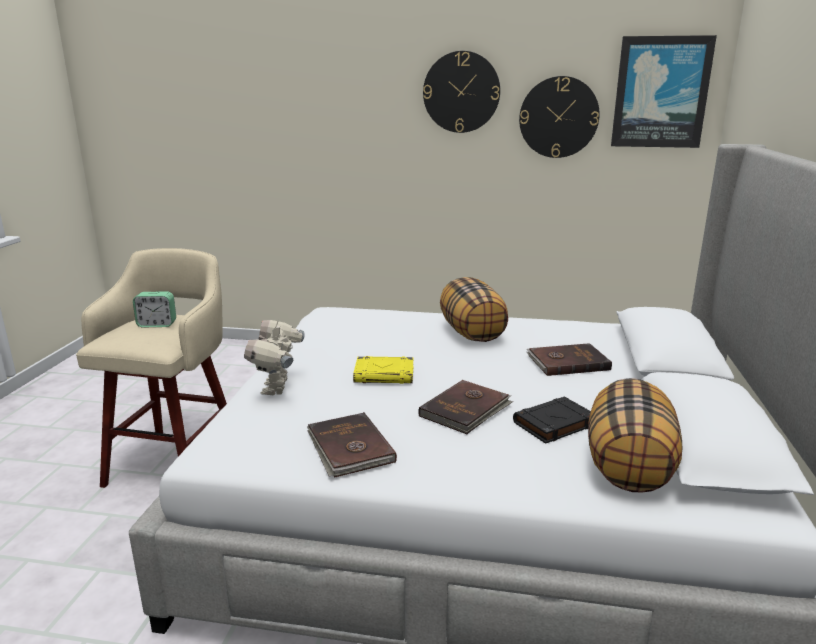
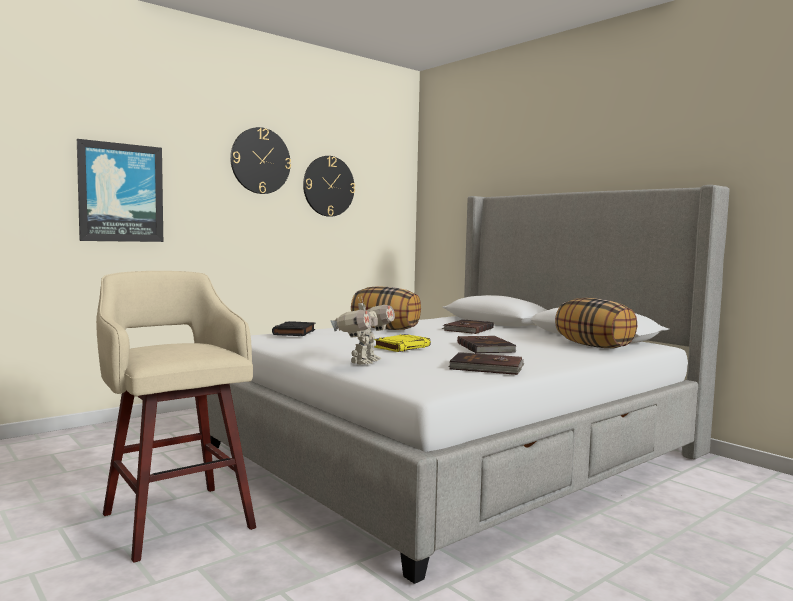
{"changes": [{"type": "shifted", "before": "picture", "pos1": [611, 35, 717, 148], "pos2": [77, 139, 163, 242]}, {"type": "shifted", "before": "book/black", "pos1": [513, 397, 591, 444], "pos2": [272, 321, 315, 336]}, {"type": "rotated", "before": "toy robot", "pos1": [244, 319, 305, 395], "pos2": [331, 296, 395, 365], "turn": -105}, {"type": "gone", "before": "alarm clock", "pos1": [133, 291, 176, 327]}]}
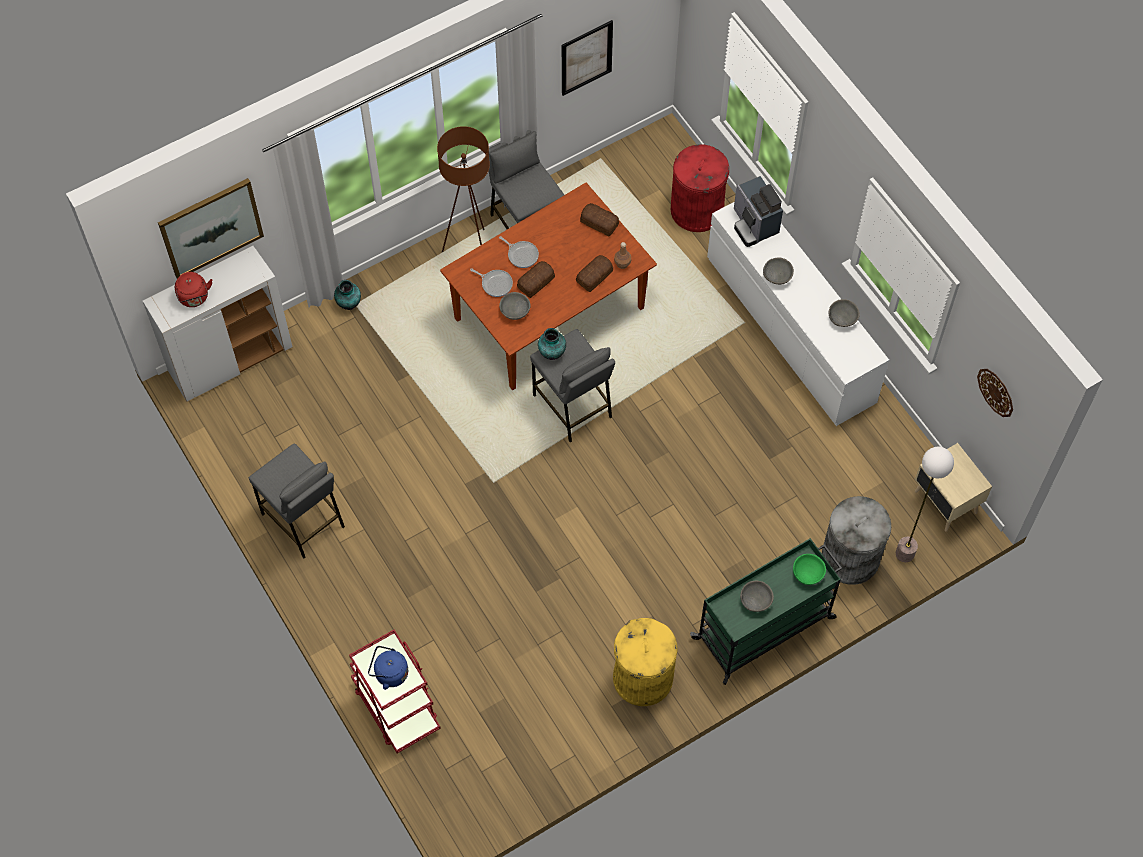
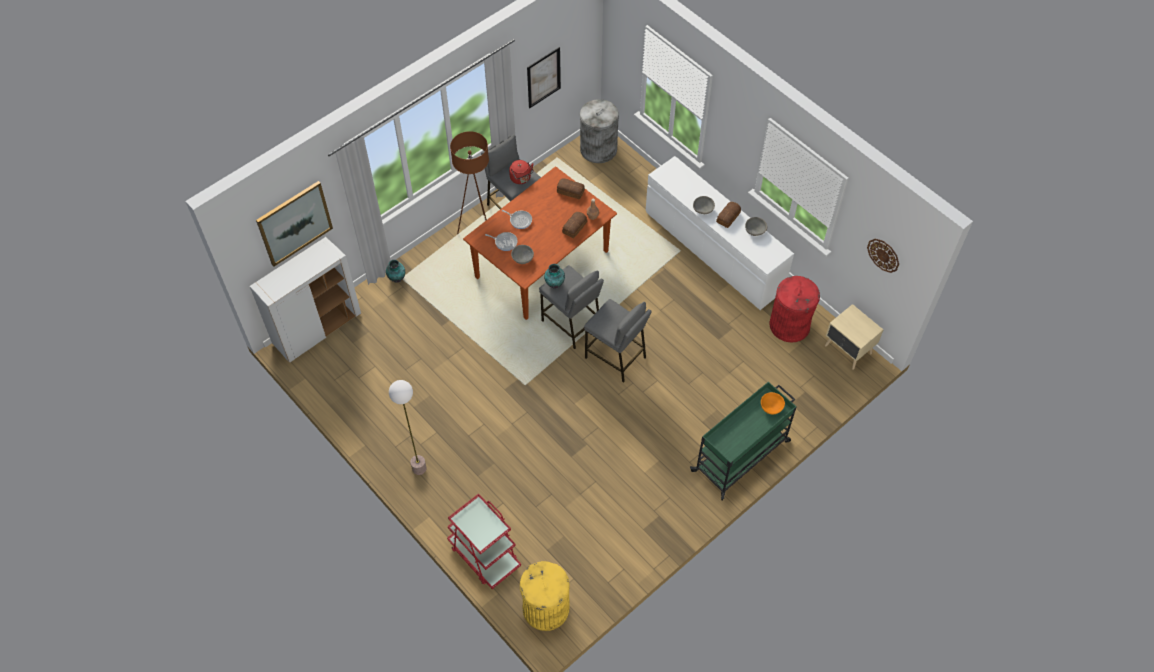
{"changes": [{"type": "shifted", "before": "floor lamp", "pos1": [896, 447, 954, 562], "pos2": [389, 380, 427, 475]}, {"type": "shifted", "before": "kettle/red", "pos1": [175, 272, 212, 307], "pos2": [509, 160, 534, 184]}, {"type": "shifted", "before": "trash can/yellow", "pos1": [613, 618, 678, 706], "pos2": [520, 561, 570, 631]}, {"type": "shifted", "before": "trash can/grey", "pos1": [822, 496, 891, 585], "pos2": [580, 99, 619, 163]}, {"type": "shifted", "before": "stool/grey", "pos1": [249, 444, 345, 558], "pos2": [584, 299, 651, 383]}, {"type": "shifted", "before": "bread", "pos1": [517, 261, 555, 298], "pos2": [716, 202, 741, 228]}, {"type": "repainted", "before": "bowl/green", "after": "bowl/orange", "pos1": [793, 554, 826, 585], "pos2": [761, 392, 785, 415]}, {"type": "shifted", "before": "trash can/red", "pos1": [671, 144, 729, 232], "pos2": [770, 276, 820, 342]}, {"type": "gone", "before": "kettle/blue", "pos1": [368, 646, 408, 690]}, {"type": "gone", "before": "coffee machine", "pos1": [734, 176, 783, 247]}, {"type": "gone", "before": "bowl/grey", "pos1": [740, 581, 774, 612]}]}
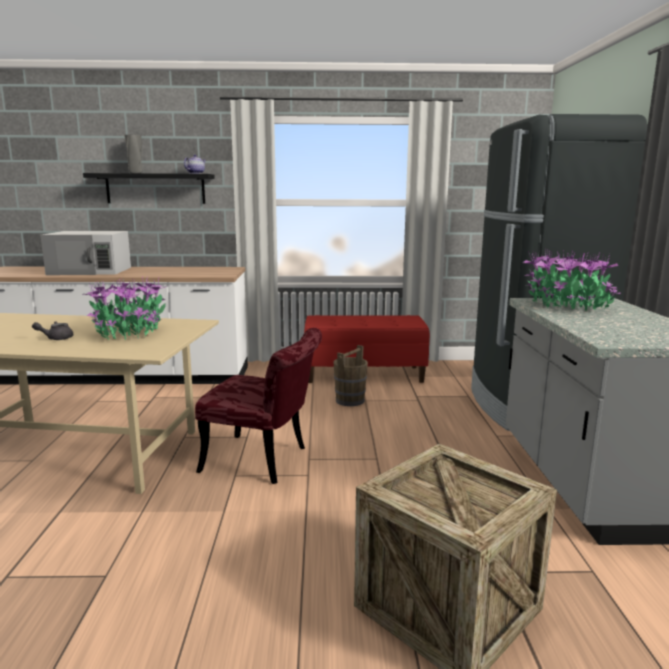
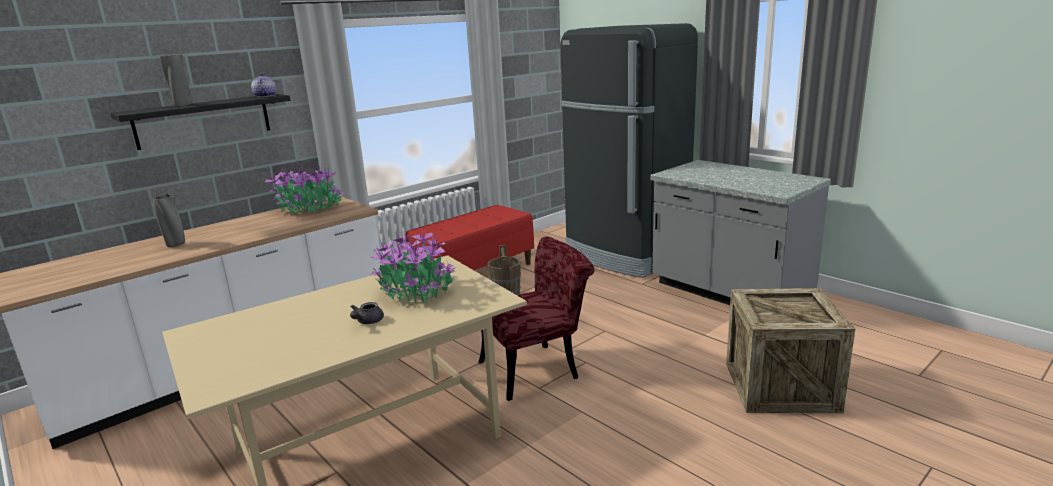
{"changes": [{"type": "swapped", "before": "microwave/white", "after": "vase/grey", "pos1": [40, 231, 131, 275], "pos2": [153, 194, 185, 247]}, {"type": "shifted", "before": "potted plant", "pos1": [522, 249, 620, 310], "pos2": [265, 165, 344, 215]}]}
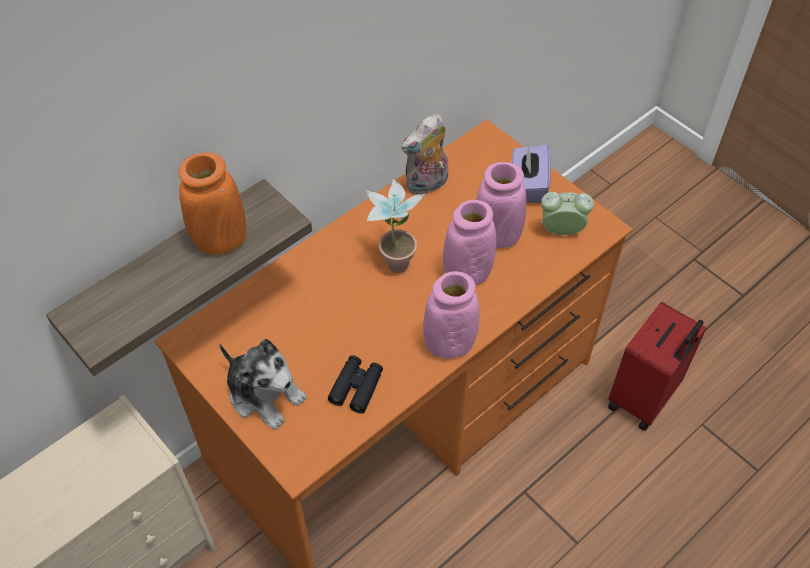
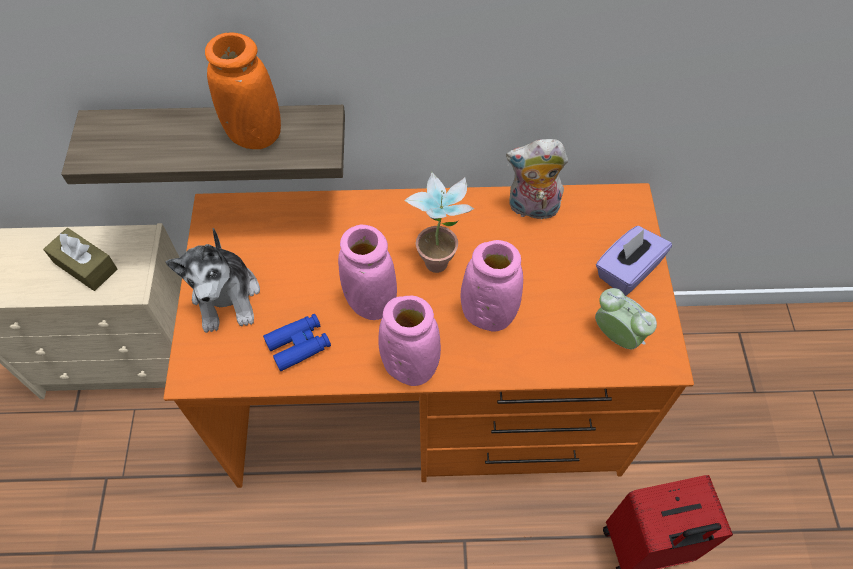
{"changes": [{"type": "new", "after": "tissue box/brown", "pos2": [43, 228, 118, 291]}, {"type": "repainted", "before": "binoculars/black", "after": "binoculars/blue", "pos1": [328, 355, 383, 414], "pos2": [263, 314, 331, 371]}, {"type": "shifted", "before": "vase/pink", "pos1": [476, 162, 526, 248], "pos2": [338, 225, 397, 320]}]}
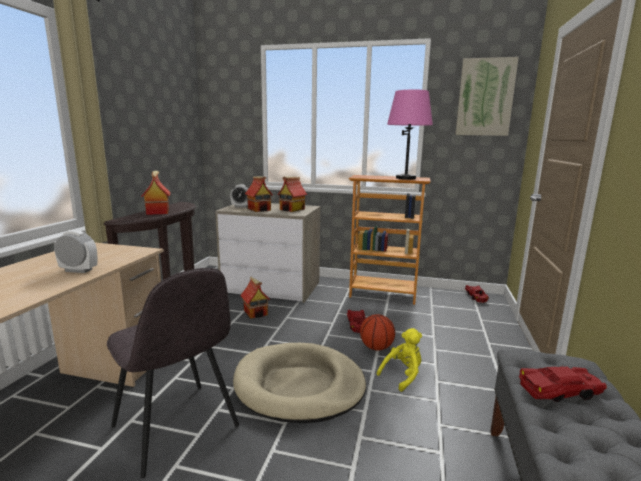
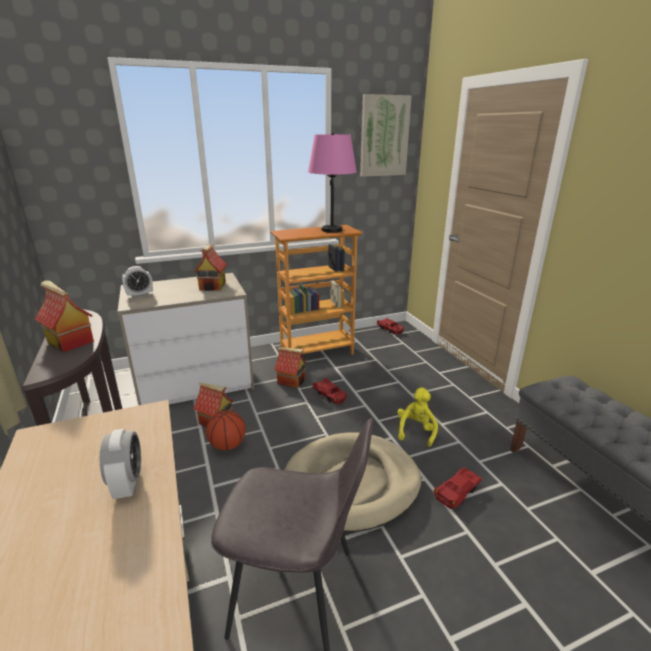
{"changes": [{"type": "rotated", "before": "alarm clock", "pos1": [54, 230, 98, 273], "pos2": [100, 429, 141, 499], "turn": 105}, {"type": "shifted", "before": "basketball", "pos1": [360, 314, 395, 351], "pos2": [206, 410, 246, 451]}, {"type": "shifted", "before": "toy house", "pos1": [245, 176, 273, 212], "pos2": [274, 347, 306, 388]}, {"type": "shifted", "before": "toy car/red", "pos1": [519, 365, 607, 402], "pos2": [433, 467, 482, 509]}]}
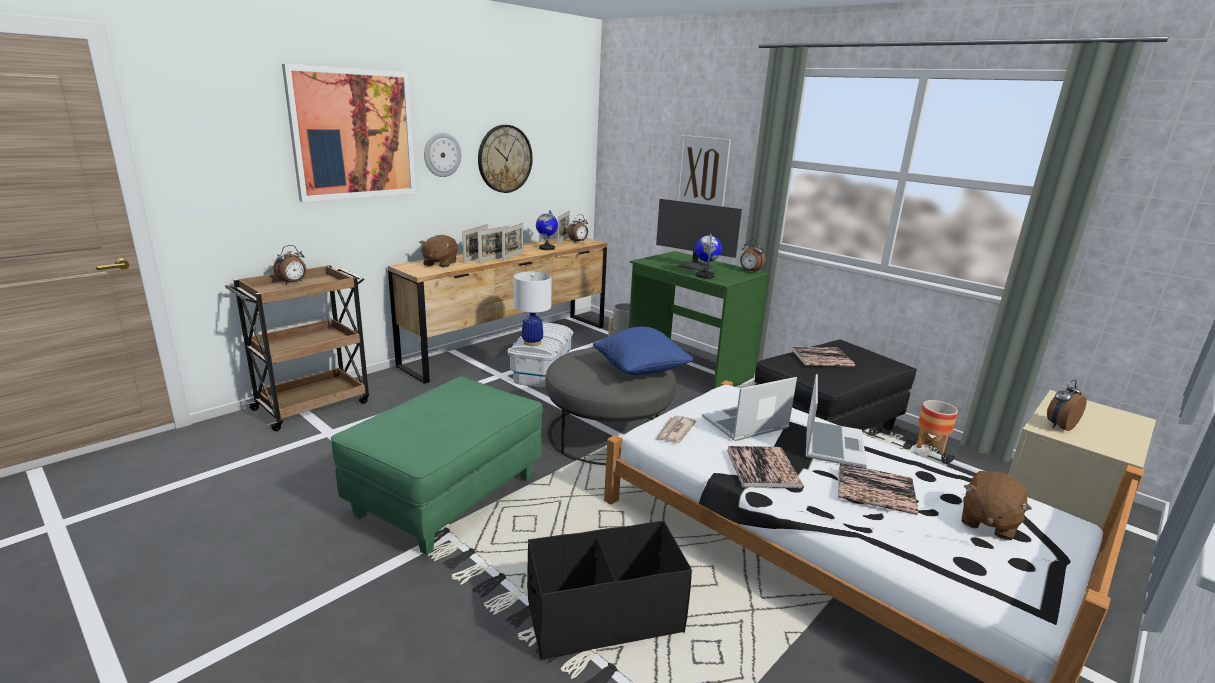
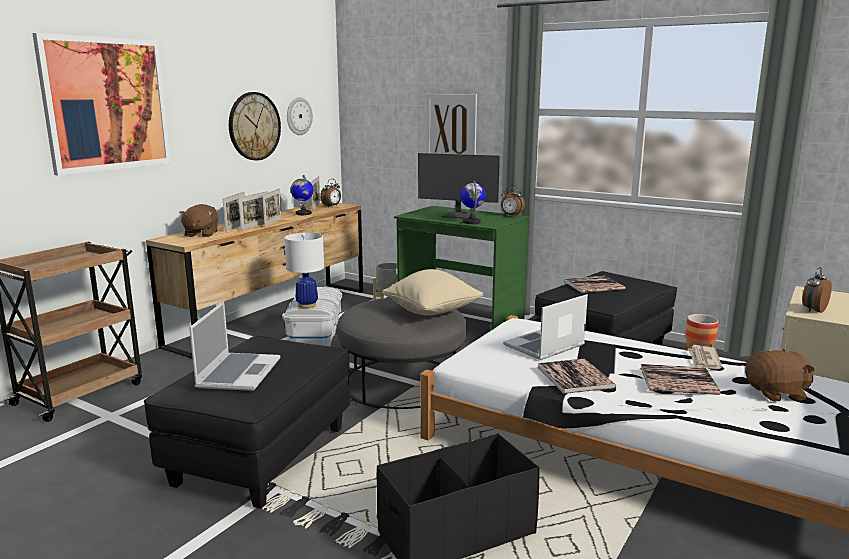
{"changes": [{"type": "repainted", "before": "ottoman/green", "after": "ottoman/black", "pos1": [331, 376, 543, 555], "pos2": [144, 336, 350, 509]}, {"type": "shifted", "before": "laptop", "pos1": [806, 374, 867, 468], "pos2": [189, 301, 280, 391]}, {"type": "shifted", "before": "wall clock", "pos1": [424, 133, 461, 177], "pos2": [287, 97, 313, 135]}, {"type": "repainted", "before": "pillow/blue", "after": "pillow/beige", "pos1": [593, 327, 693, 375], "pos2": [382, 269, 483, 316]}, {"type": "shifted", "before": "newspaper", "pos1": [656, 416, 696, 443], "pos2": [688, 346, 722, 369]}, {"type": "rotated", "before": "plush toy/brown", "pos1": [962, 471, 1032, 540], "pos2": [745, 349, 815, 402], "turn": -120}, {"type": "gone", "before": "alarm clock", "pos1": [273, 245, 306, 284]}]}
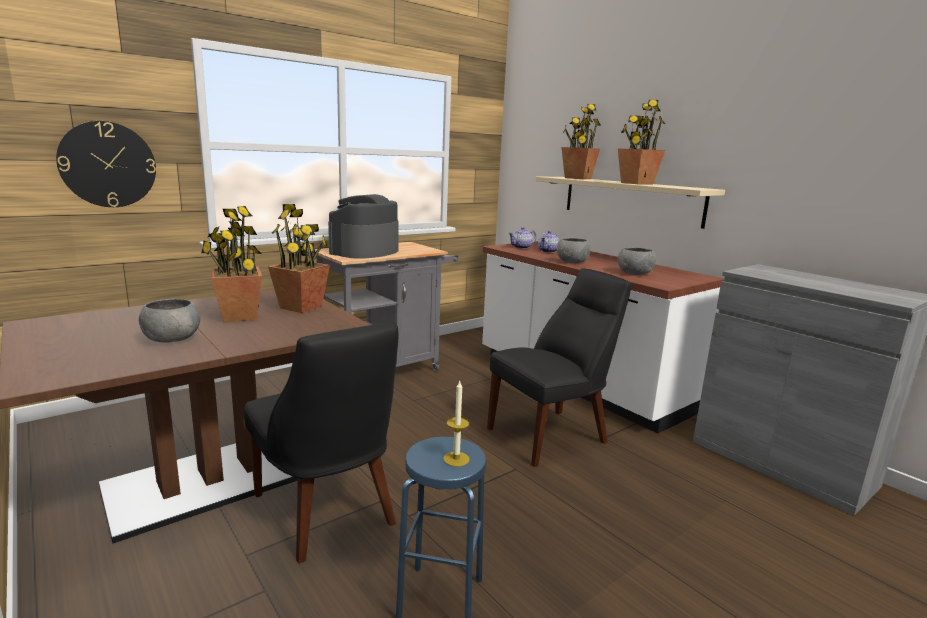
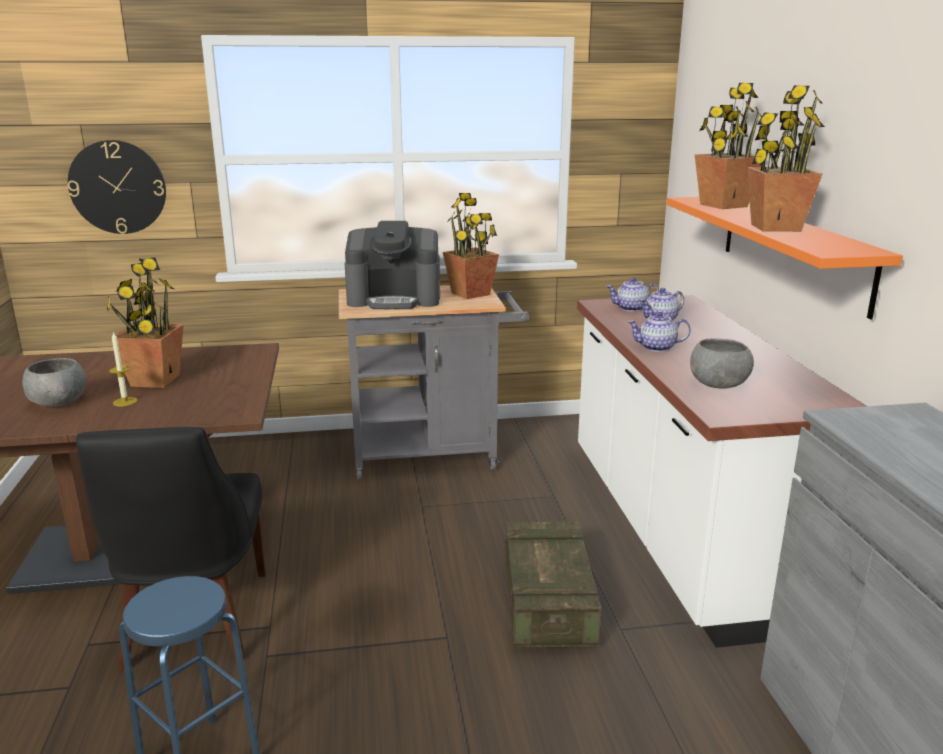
{"changes": [{"type": "shifted", "before": "candle", "pos1": [443, 381, 470, 467], "pos2": [109, 332, 137, 406]}, {"type": "rotated", "before": "coffee machine", "pos1": [328, 194, 399, 259], "pos2": [344, 221, 440, 309], "turn": -150}, {"type": "shifted", "before": "potted plant", "pos1": [268, 204, 330, 313], "pos2": [443, 193, 499, 299]}, {"type": "swapped", "before": "chair/black", "after": "crate", "pos1": [487, 269, 632, 467], "pos2": [504, 522, 601, 647]}, {"type": "swapped", "before": "bowl/grey", "after": "teapot", "pos1": [557, 238, 591, 263], "pos2": [628, 312, 691, 352]}, {"type": "repainted", "before": "shelf/beige", "after": "shelf/orange", "pos1": [535, 177, 725, 229], "pos2": [667, 197, 903, 319]}]}
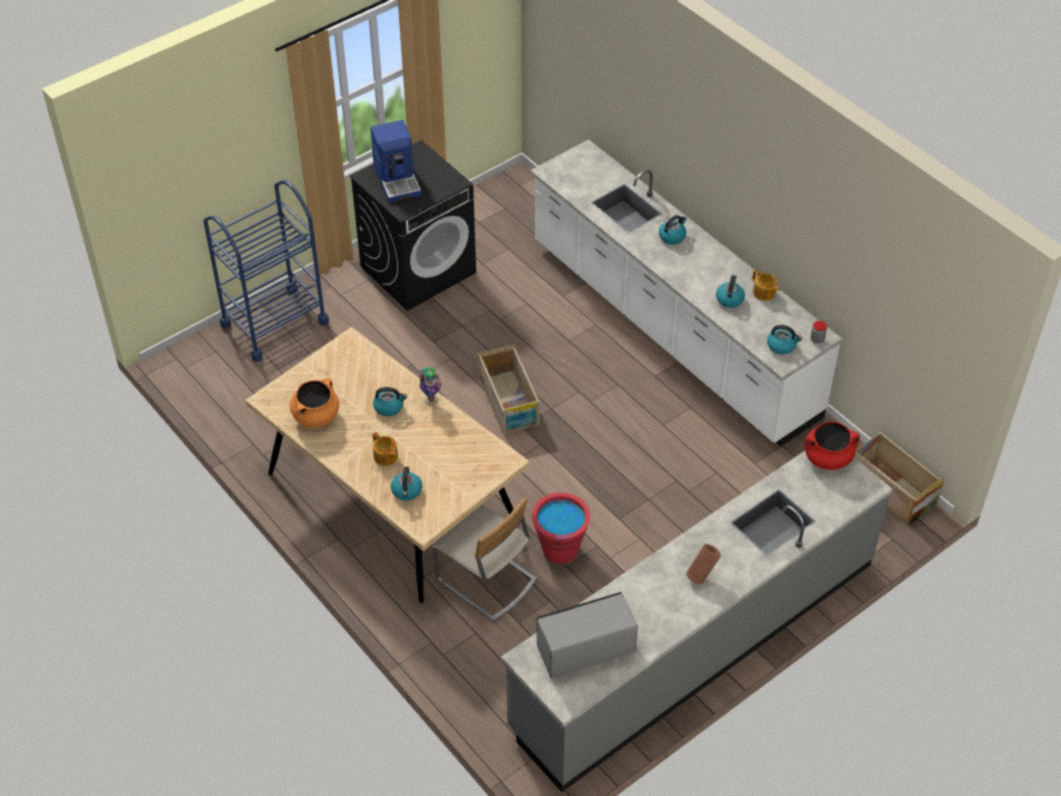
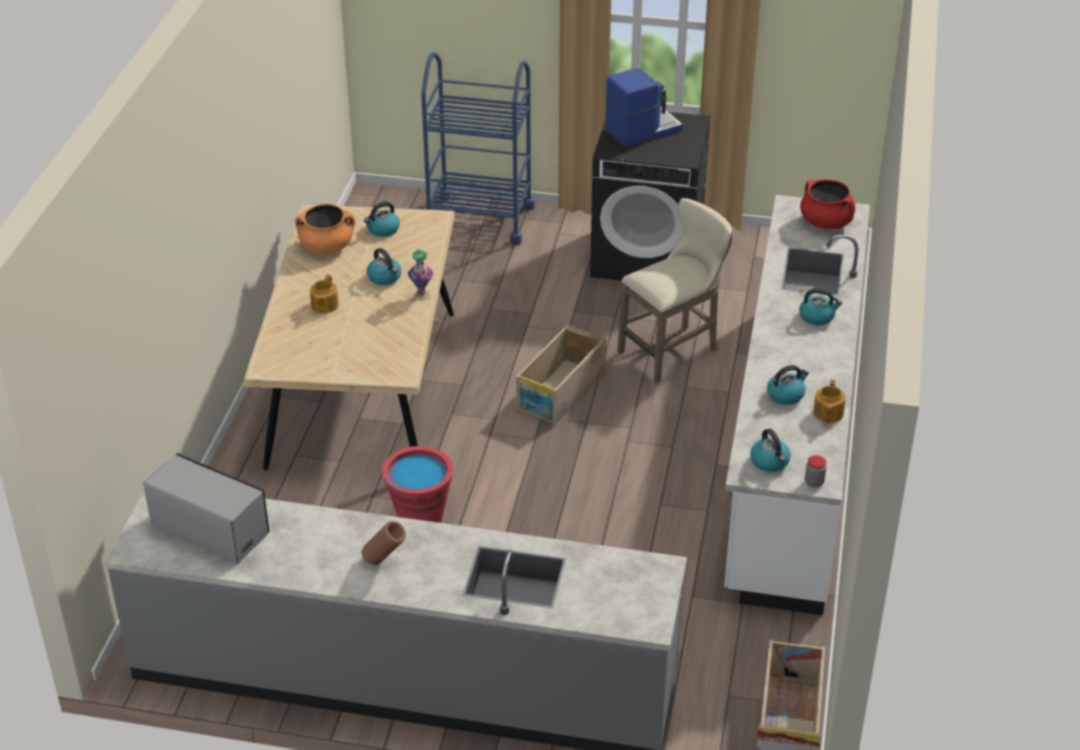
{"changes": [{"type": "shifted", "before": "kettle", "pos1": [391, 467, 422, 501], "pos2": [364, 201, 400, 237]}, {"type": "rotated", "before": "coffee machine", "pos1": [370, 120, 422, 203], "pos2": [605, 68, 683, 147], "turn": -150}, {"type": "new", "after": "stool/beige", "pos2": [617, 198, 734, 384]}, {"type": "shifted", "before": "cooking pot/red", "pos1": [805, 421, 860, 470], "pos2": [800, 179, 856, 229]}, {"type": "gone", "before": "chair/beige", "pos1": [432, 497, 537, 622]}]}
